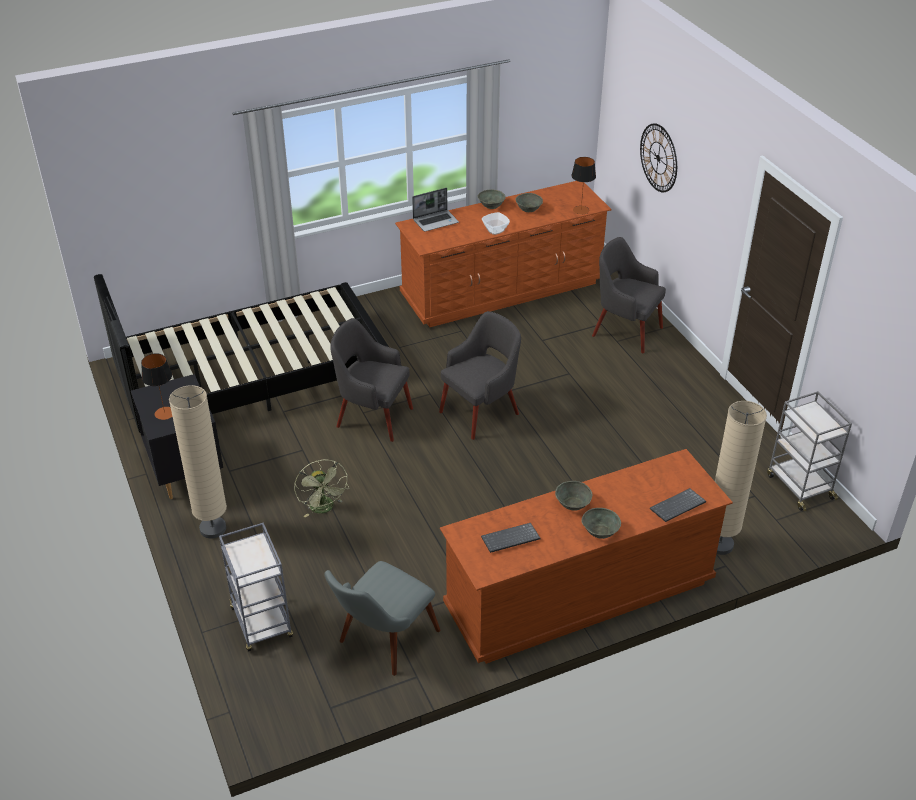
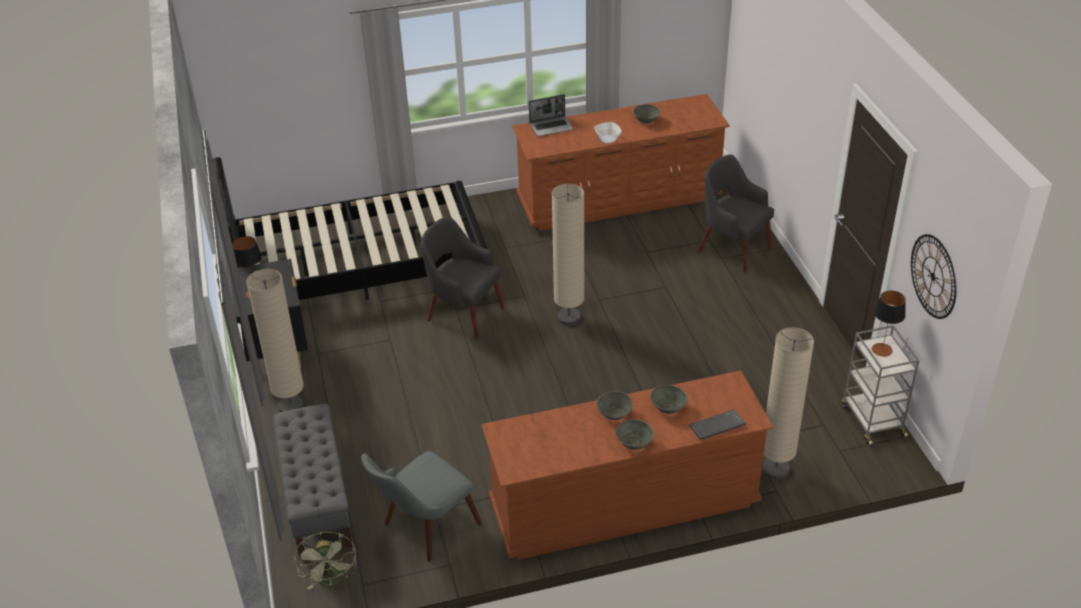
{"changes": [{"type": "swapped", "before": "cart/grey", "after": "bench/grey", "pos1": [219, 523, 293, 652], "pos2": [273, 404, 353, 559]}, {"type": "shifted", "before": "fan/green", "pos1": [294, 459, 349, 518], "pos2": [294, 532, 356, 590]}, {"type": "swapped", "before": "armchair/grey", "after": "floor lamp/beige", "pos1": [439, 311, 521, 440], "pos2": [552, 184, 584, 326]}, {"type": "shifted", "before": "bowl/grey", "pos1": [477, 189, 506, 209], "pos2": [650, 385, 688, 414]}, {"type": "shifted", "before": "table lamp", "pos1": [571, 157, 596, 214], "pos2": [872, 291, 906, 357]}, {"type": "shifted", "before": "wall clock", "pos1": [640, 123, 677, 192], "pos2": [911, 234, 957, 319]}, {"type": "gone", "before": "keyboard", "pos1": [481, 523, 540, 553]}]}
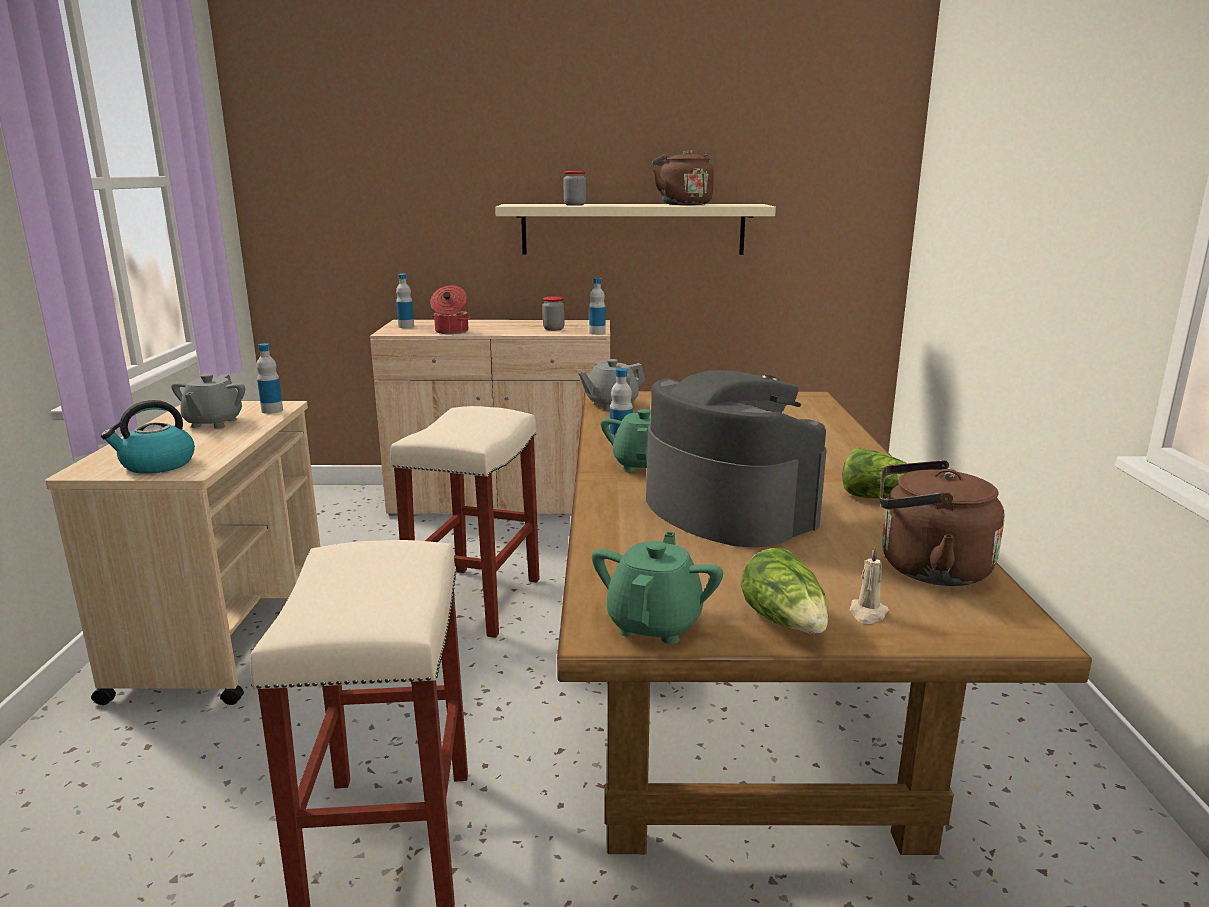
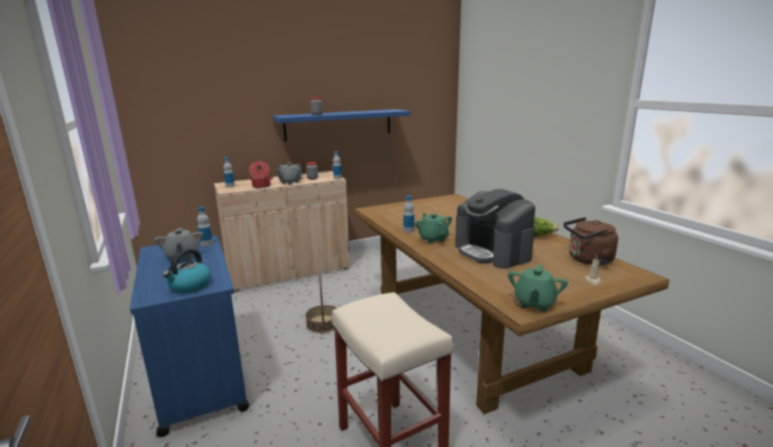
{"changes": [{"type": "repainted", "before": "cart/beige", "after": "cart/blue", "pos1": [45, 401, 320, 705], "pos2": [130, 236, 249, 437]}, {"type": "repainted", "before": "shelf/beige", "after": "shelf/blue", "pos1": [495, 204, 776, 255], "pos2": [273, 109, 411, 141]}, {"type": "shifted", "before": "teapot/grey", "pos1": [578, 359, 645, 410], "pos2": [277, 163, 303, 185]}, {"type": "swapped", "before": "stool/beige", "after": "basket", "pos1": [390, 406, 540, 638], "pos2": [306, 275, 337, 333]}, {"type": "rotated", "before": "coffee machine", "pos1": [646, 370, 827, 547], "pos2": [455, 189, 535, 269], "turn": -150}, {"type": "rotated", "before": "teapot/green", "pos1": [592, 531, 723, 644], "pos2": [508, 264, 568, 311], "turn": -150}, {"type": "gone", "before": "kettle/brown", "pos1": [653, 150, 714, 205]}, {"type": "gone", "before": "lettuce", "pos1": [741, 548, 828, 634]}]}
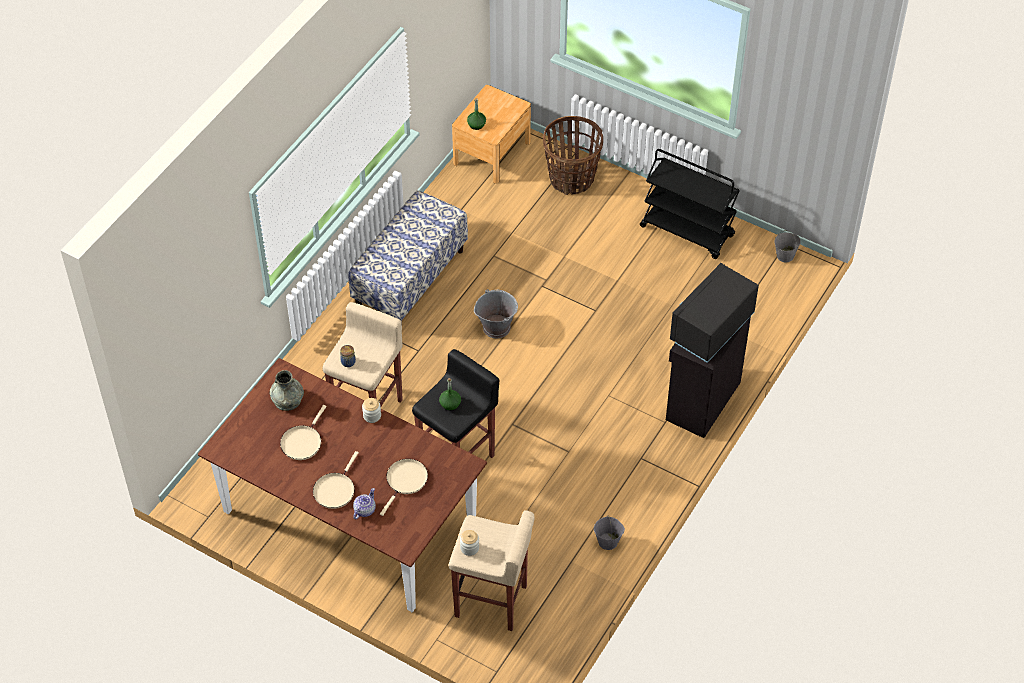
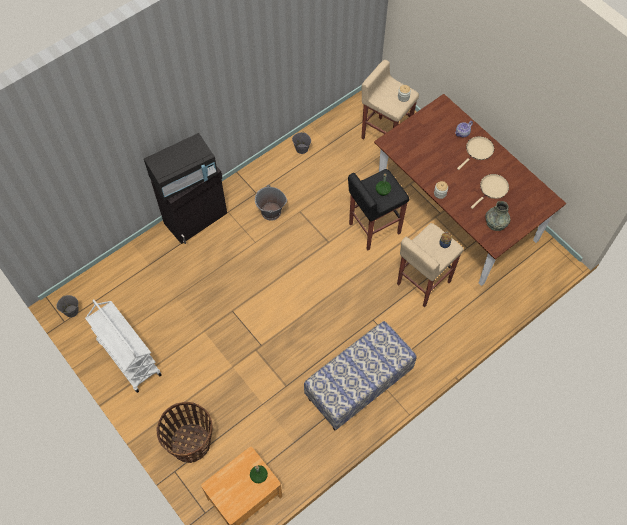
{"changes": [{"type": "repainted", "before": "cart/black", "after": "cart/white", "pos1": [640, 149, 740, 259], "pos2": [85, 299, 162, 393]}, {"type": "shifted", "before": "bucket/grey", "pos1": [474, 289, 518, 338], "pos2": [255, 185, 287, 221]}, {"type": "gone", "before": "frying pan/beige", "pos1": [380, 459, 428, 516]}]}
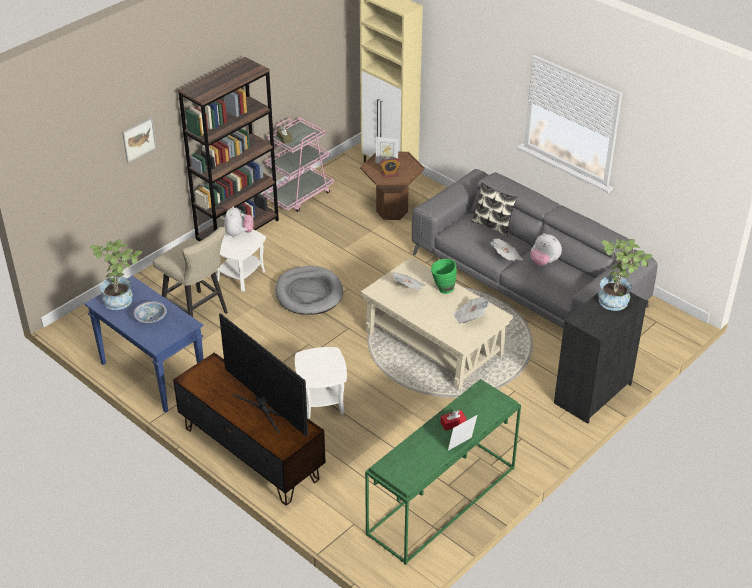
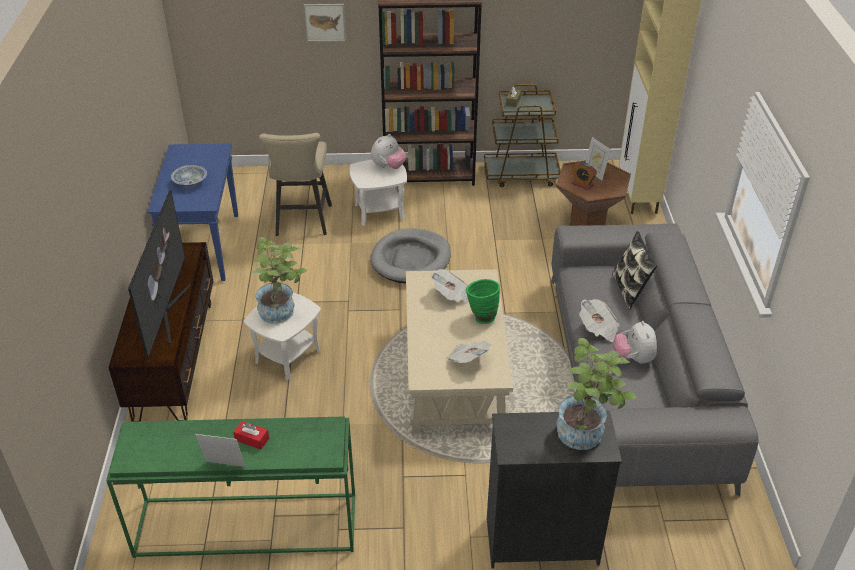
{"changes": [{"type": "shifted", "before": "potted plant", "pos1": [90, 239, 142, 310], "pos2": [252, 237, 307, 324]}, {"type": "repainted", "before": "cart/pink", "after": "cart/brown", "pos1": [263, 118, 334, 212], "pos2": [484, 84, 561, 187]}]}
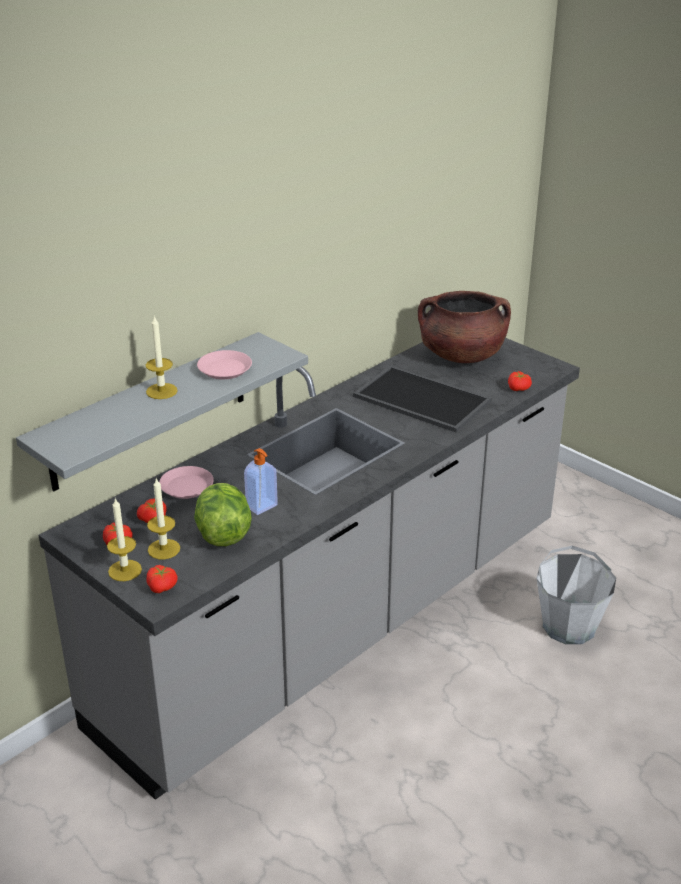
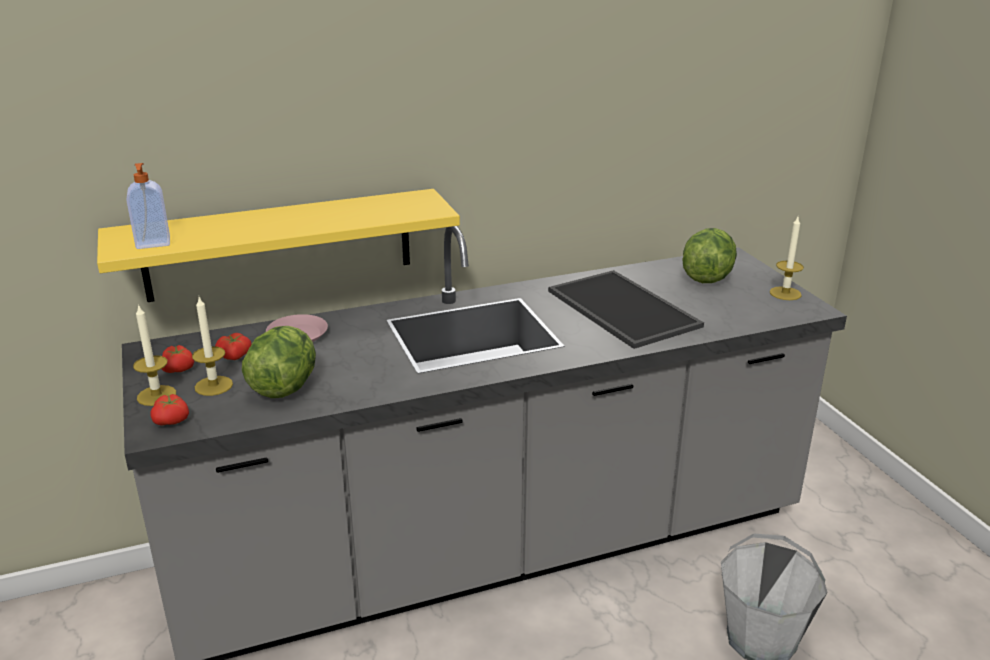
{"changes": [{"type": "repainted", "before": "shelf/grey", "after": "shelf/yellow", "pos1": [16, 332, 308, 491], "pos2": [97, 189, 460, 302]}, {"type": "shifted", "before": "soap dispenser", "pos1": [244, 448, 278, 515], "pos2": [126, 163, 170, 249]}, {"type": "swapped", "before": "cooking pot/brown", "after": "lettuce", "pos1": [418, 291, 511, 363], "pos2": [682, 228, 737, 283]}, {"type": "shifted", "before": "candle", "pos1": [146, 316, 177, 399], "pos2": [770, 217, 804, 300]}, {"type": "gone", "before": "plate/pink", "pos1": [197, 350, 252, 379]}, {"type": "gone", "before": "tomato", "pos1": [508, 371, 532, 391]}]}
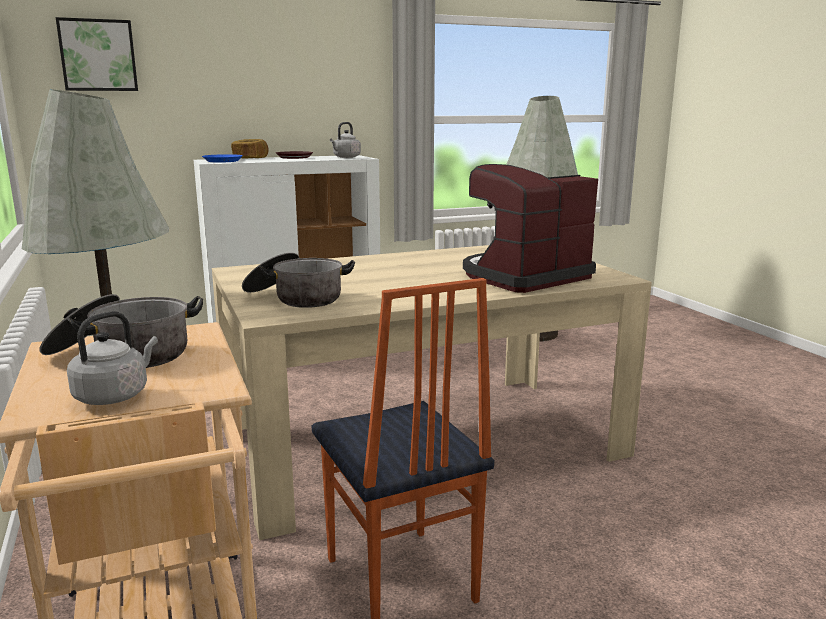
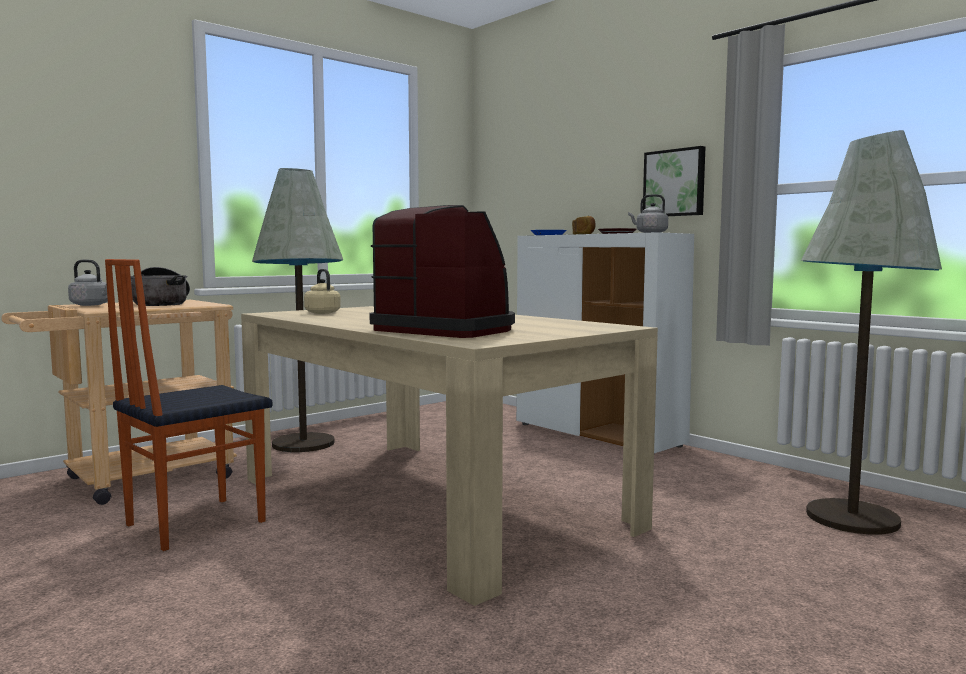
{"changes": [{"type": "swapped", "before": "cooking pot", "after": "kettle/beige", "pos1": [242, 253, 355, 308], "pos2": [304, 269, 341, 314]}, {"type": "shifted", "before": "picture", "pos1": [56, 17, 138, 91], "pos2": [643, 146, 705, 216]}]}
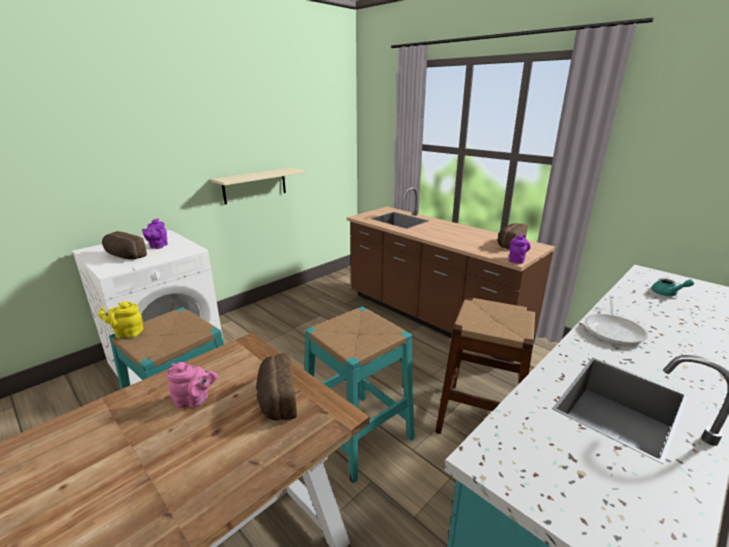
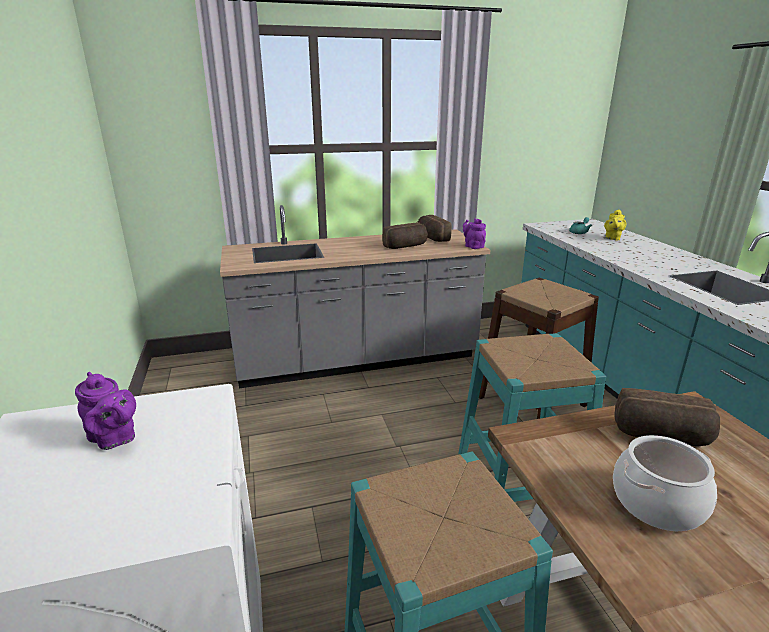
{"changes": [{"type": "repainted", "before": "counter/brown", "after": "counter/grey", "pos1": [347, 187, 555, 362], "pos2": [220, 205, 490, 388]}, {"type": "shifted", "before": "bread", "pos1": [102, 231, 147, 260], "pos2": [382, 222, 428, 249]}, {"type": "shifted", "before": "teapot/yellow", "pos1": [98, 301, 143, 338], "pos2": [604, 209, 626, 240]}, {"type": "swapped", "before": "teapot/pink", "after": "cooking pot", "pos1": [166, 362, 218, 408], "pos2": [613, 435, 717, 531]}, {"type": "gone", "before": "shelf/beige", "pos1": [211, 168, 305, 204]}, {"type": "gone", "before": "frying pan", "pos1": [585, 295, 648, 346]}]}
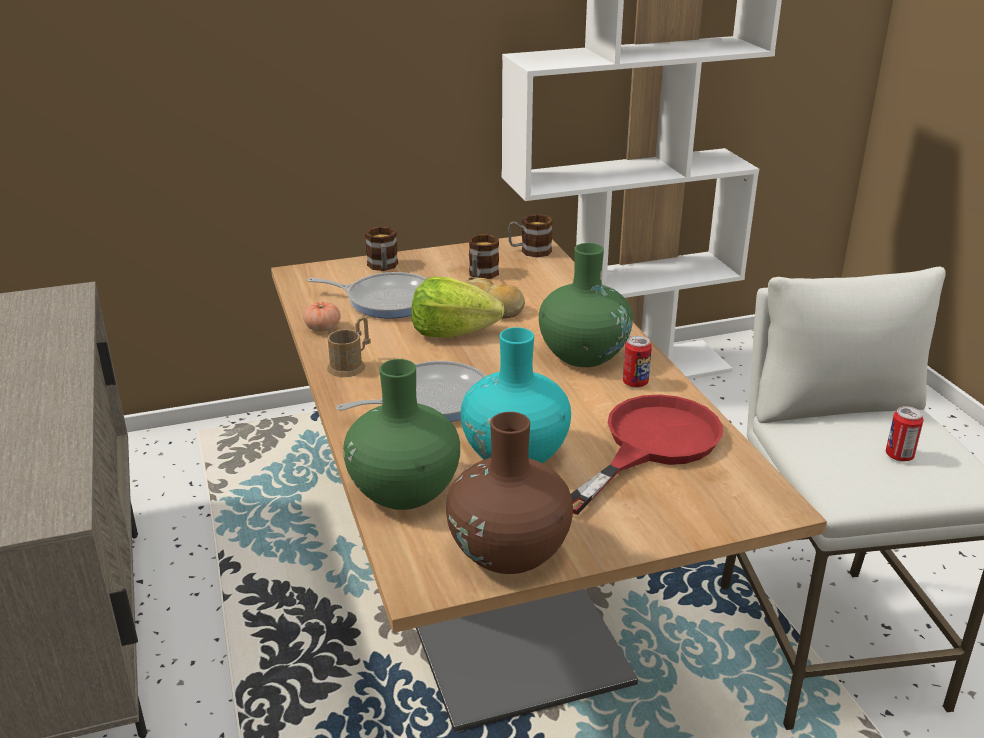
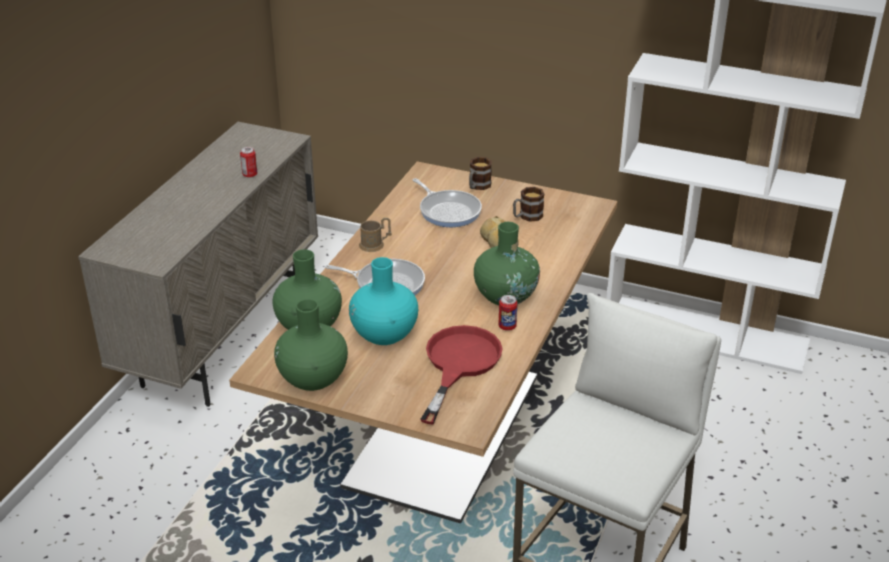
{"changes": [{"type": "shifted", "before": "can", "pos1": [886, 406, 924, 462], "pos2": [240, 147, 257, 178]}, {"type": "repainted", "before": "vase/brown", "after": "vase/green", "pos1": [446, 412, 573, 574], "pos2": [274, 299, 348, 391]}, {"type": "rotated", "before": "frying pan/red", "pos1": [571, 394, 723, 515], "pos2": [420, 325, 503, 425], "turn": -60}, {"type": "gone", "before": "tomato", "pos1": [303, 302, 341, 332]}, {"type": "gone", "before": "lettuce", "pos1": [411, 277, 504, 338]}, {"type": "gone", "before": "mug", "pos1": [508, 214, 553, 258]}]}
